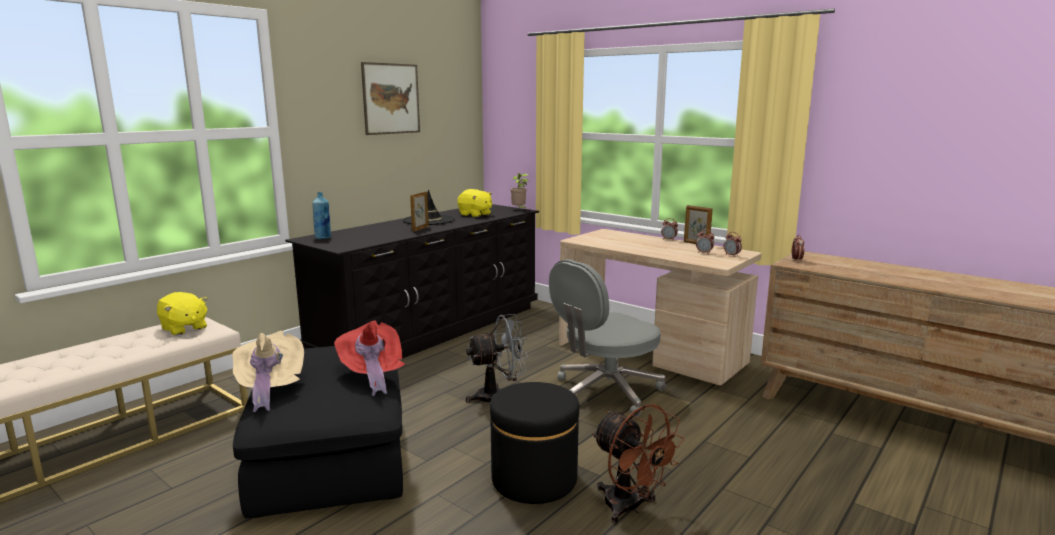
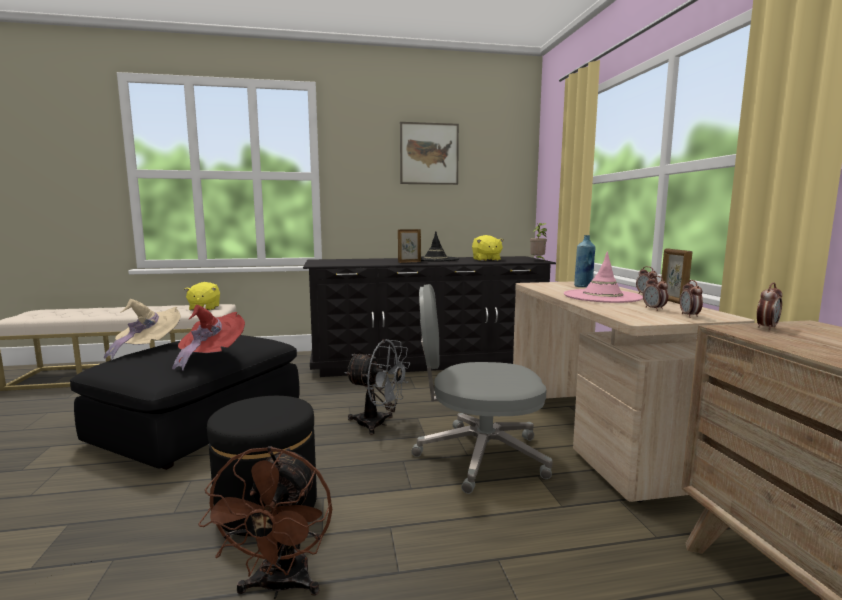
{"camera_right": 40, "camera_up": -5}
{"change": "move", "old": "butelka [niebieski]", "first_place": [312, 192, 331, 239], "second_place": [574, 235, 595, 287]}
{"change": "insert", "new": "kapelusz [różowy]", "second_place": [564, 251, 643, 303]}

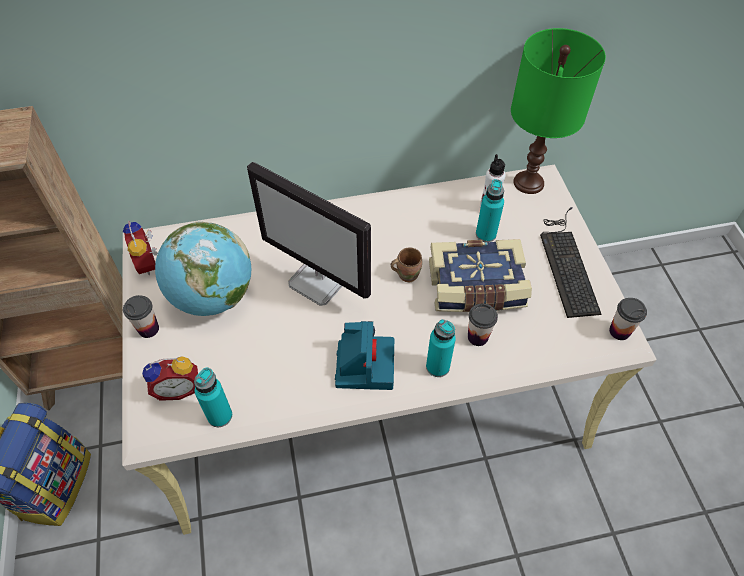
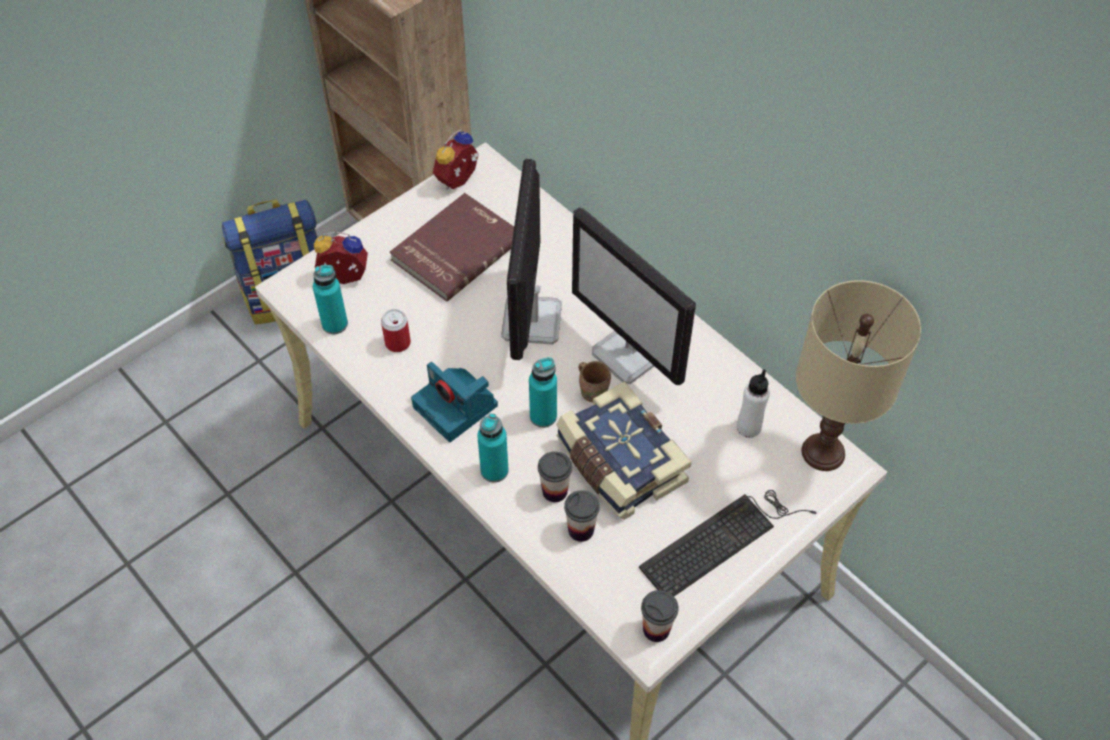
{"camera_right": 60, "camera_up": 0}
{"change": "move", "old": "filiżanka", "first_place": [123, 295, 159, 338], "second_place": [564, 490, 600, 542]}
{"change": "rotate", "old": "budzik", "first_place": [142, 356, 198, 401], "second_place": [314, 232, 368, 284], "degrees": 135}
{"change": "replace", "old": "globus", "new": "książka [czerwony]", "first_place": [155, 221, 251, 316], "second_place": [389, 193, 514, 302]}
{"change": "rotate", "old": "aparat fotograficzny", "first_place": [335, 321, 394, 390], "second_place": [411, 362, 498, 442], "degrees": 75}
{"change": "move", "old": "butelka [turkusowy]", "first_place": [476, 179, 504, 242], "second_place": [529, 357, 557, 428]}
{"change": "recolor", "old": "lampa stołowa [zielony]", "new": "lampa stołowa [beżowy]", "first_place": [511, 28, 606, 194], "second_place": [796, 280, 921, 471]}
{"change": "insert", "new": "puszka", "second_place": [381, 309, 411, 352]}
{"change": "insert", "new": "monitor", "second_place": [572, 208, 696, 385]}

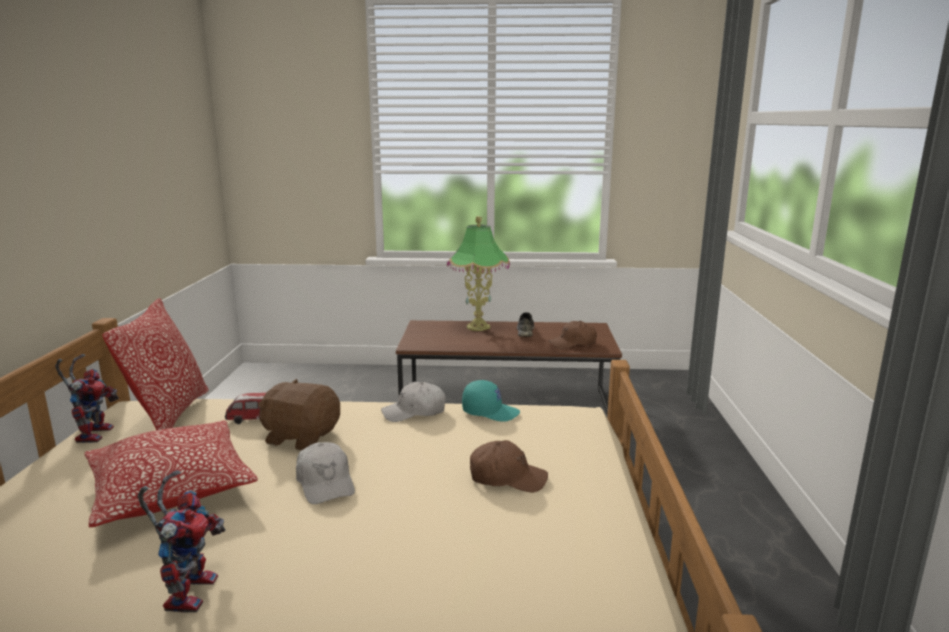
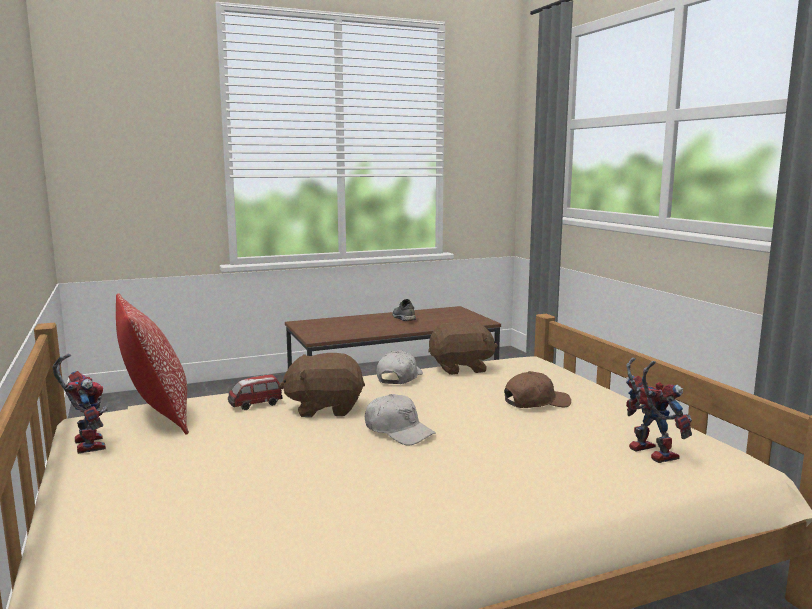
{"camera_right": -25, "camera_up": -5}
{"change": "delete", "old": "poduszka", "first_place": [85, 420, 258, 527]}
{"change": "move", "old": "robot zabawkowy", "first_place": [137, 470, 226, 613], "second_place": [626, 357, 692, 463]}
{"change": "rotate", "old": "czapka z daszkiem [biały]", "first_place": [381, 382, 446, 422], "second_place": [376, 350, 423, 384], "degrees": 150}
{"change": "delete", "old": "lampa stołowa", "first_place": [447, 216, 510, 331]}
{"change": "replace", "old": "czapka z daszkiem [turkusowy]", "new": "pluszak [brązowy]", "first_place": [462, 380, 520, 422], "second_place": [428, 322, 498, 375]}
{"change": "delete", "old": "czapka z daszkiem [brązowy]", "first_place": [548, 321, 597, 349]}

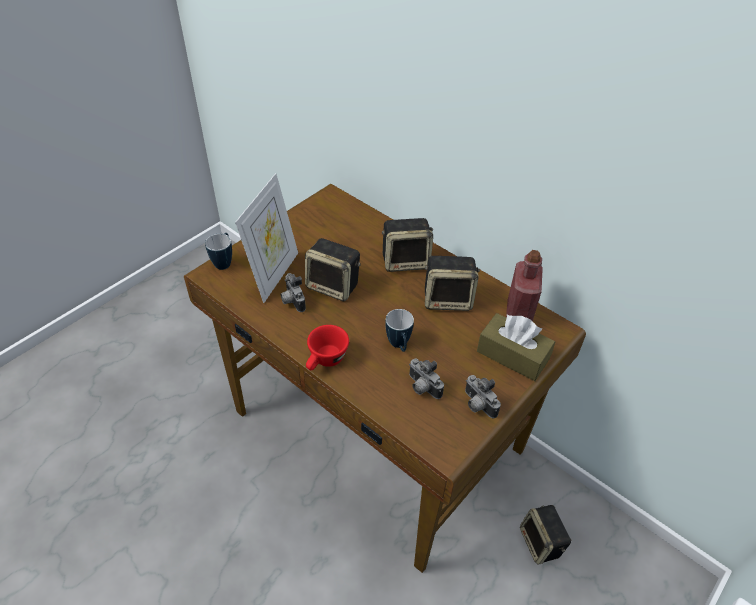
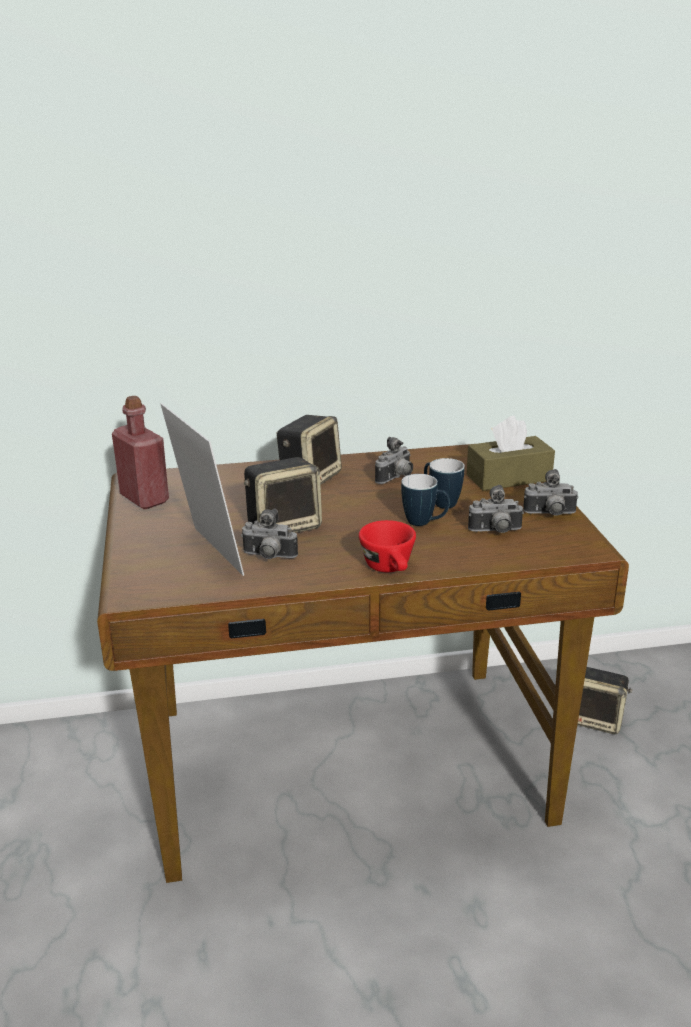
{"camera_right": -50, "camera_up": -20}
{"change": "move", "old": "kubek", "first_place": [205, 233, 232, 270], "second_place": [424, 458, 465, 509]}
{"change": "replace", "old": "głośnik", "new": "aparat fotograficzny", "first_place": [425, 256, 480, 311], "second_place": [375, 437, 413, 484]}
{"change": "move", "old": "butelka [czerwony]", "first_place": [506, 250, 543, 321], "second_place": [112, 396, 169, 509]}

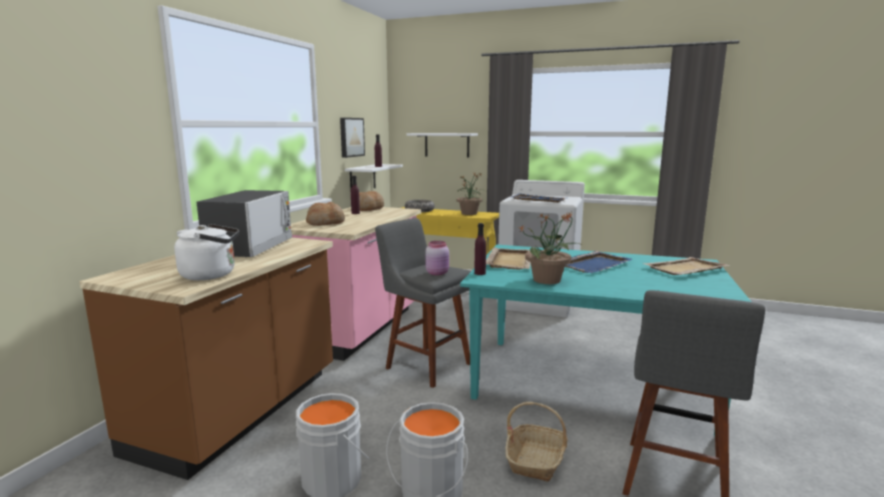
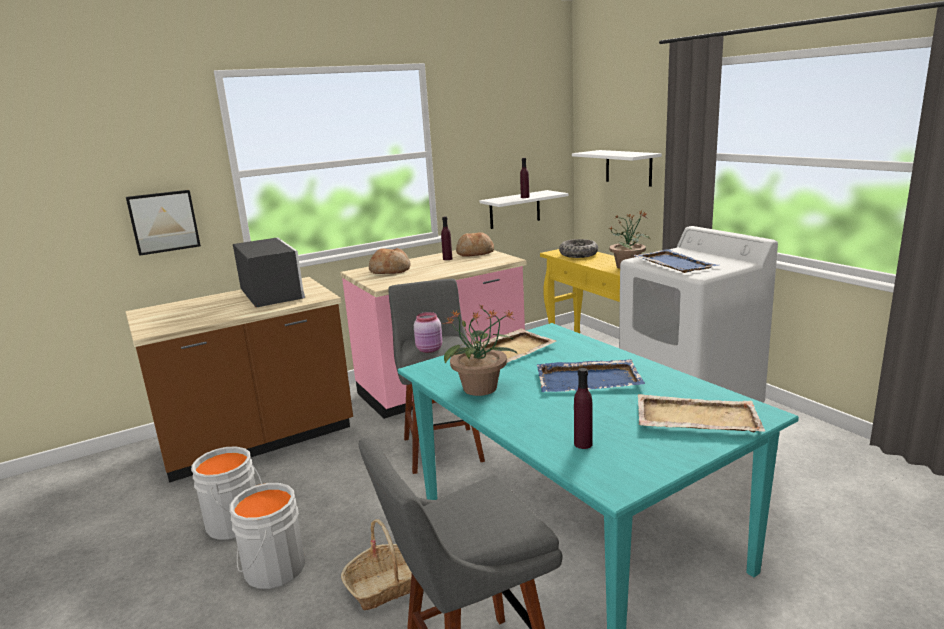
{"camera_right": 40, "camera_up": 5}
{"change": "delete", "old": "czajnik [biały]", "first_place": [174, 224, 239, 280]}
{"change": "rotate", "old": "mikrofalówka", "first_place": [197, 190, 292, 257], "second_place": [233, 237, 305, 307], "degrees": -75}
{"change": "move", "old": "obraz", "first_place": [340, 118, 365, 158], "second_place": [126, 190, 201, 256]}
{"change": "move", "old": "butelka [fioletowy]", "first_place": [474, 223, 486, 275], "second_place": [574, 368, 593, 449]}

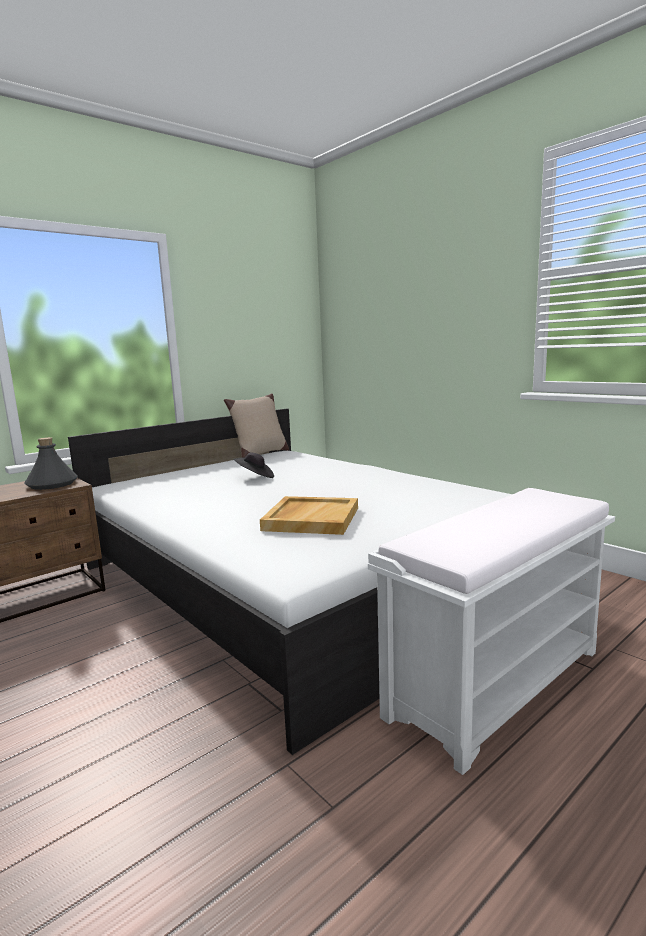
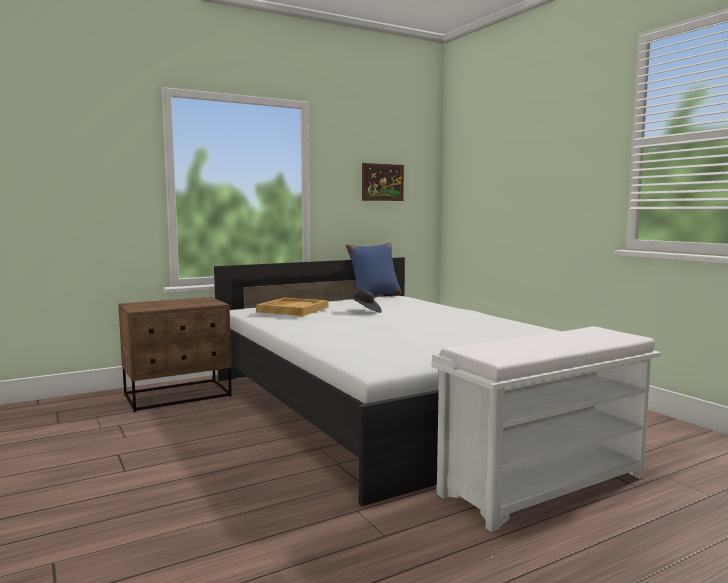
{"camera_right": 10, "camera_up": -5}
{"change": "delete", "old": "butelka [szary]", "first_place": [24, 437, 78, 490]}
{"change": "recolor", "old": "poduszka [beżowy]", "new": "poduszka [niebieski]", "first_place": [224, 393, 289, 458], "second_place": [346, 243, 402, 296]}
{"change": "move", "old": "taca [beżowy]", "first_place": [260, 496, 358, 535], "second_place": [256, 298, 328, 316]}
{"change": "insert", "new": "obraz", "second_place": [362, 163, 404, 201]}

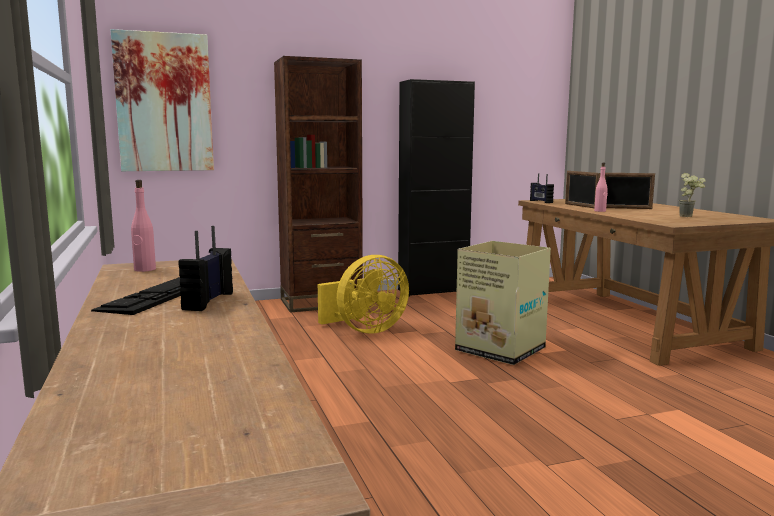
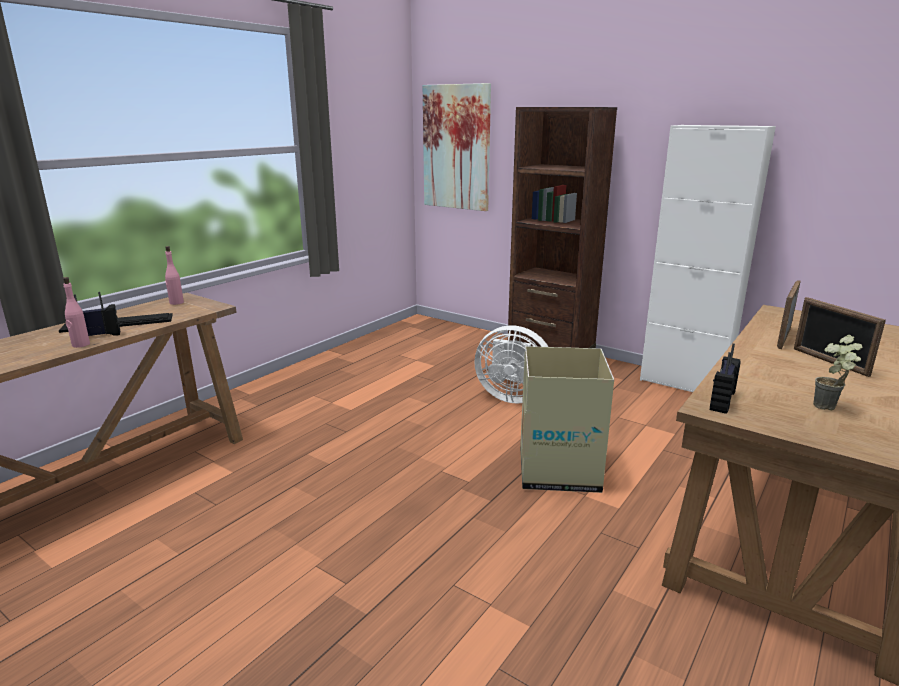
{"camera_right": 55, "camera_up": 10}
{"change": "recolor", "old": "wentylator [żółty]", "new": "wentylator [biały]", "first_place": [318, 255, 409, 334], "second_place": [475, 325, 548, 404]}
{"change": "recolor", "old": "szafka [czarny]", "new": "szafka [biały]", "first_place": [398, 79, 475, 297], "second_place": [640, 125, 776, 392]}
{"change": "move", "old": "radio", "first_place": [530, 173, 554, 203], "second_place": [710, 343, 740, 414]}
{"change": "move", "old": "butelka [różowy]", "first_place": [594, 163, 608, 212], "second_place": [63, 277, 90, 348]}

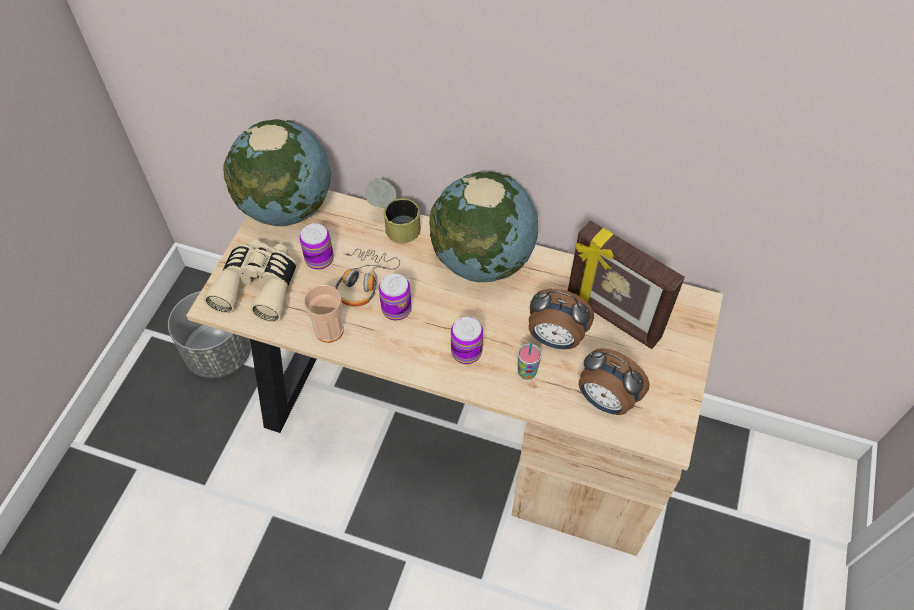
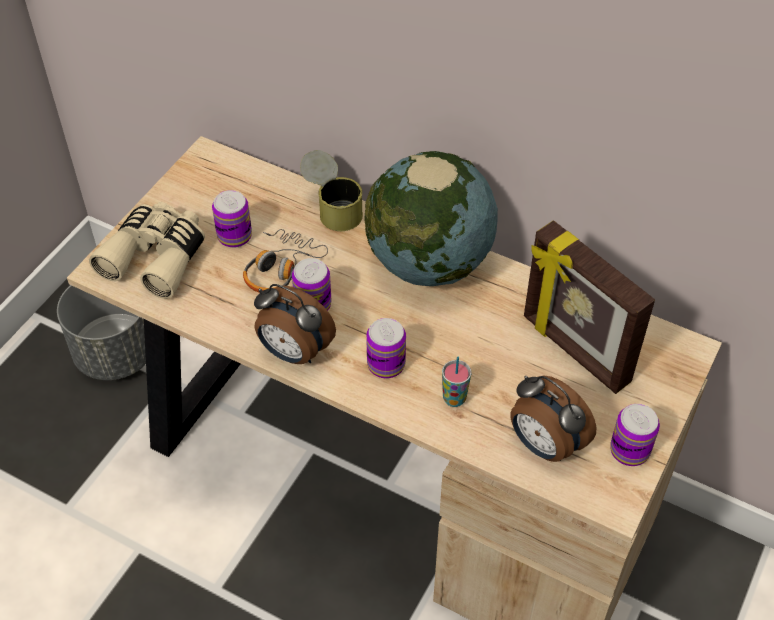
{"camera_right": 10, "camera_up": -5}
{"change": "delete", "old": "globus", "first_place": [223, 119, 331, 226]}
{"change": "delete", "old": "filiżanka", "first_place": [304, 285, 344, 343]}
{"change": "move", "old": "budzik", "first_place": [529, 289, 594, 349], "second_place": [254, 284, 336, 364]}
{"change": "insert", "new": "puszka", "second_place": [610, 404, 660, 466]}

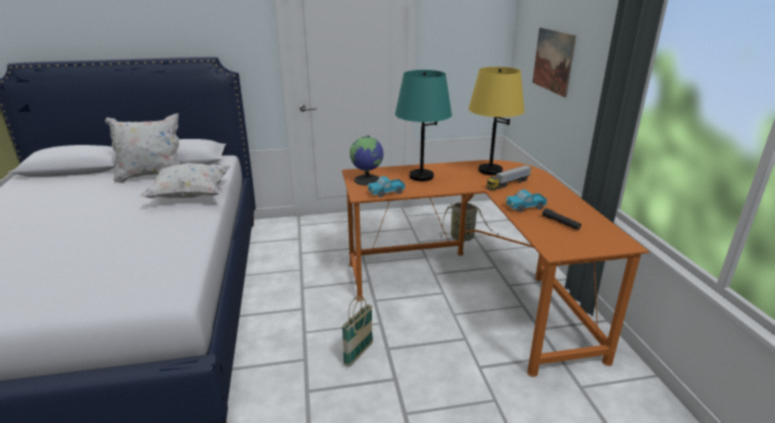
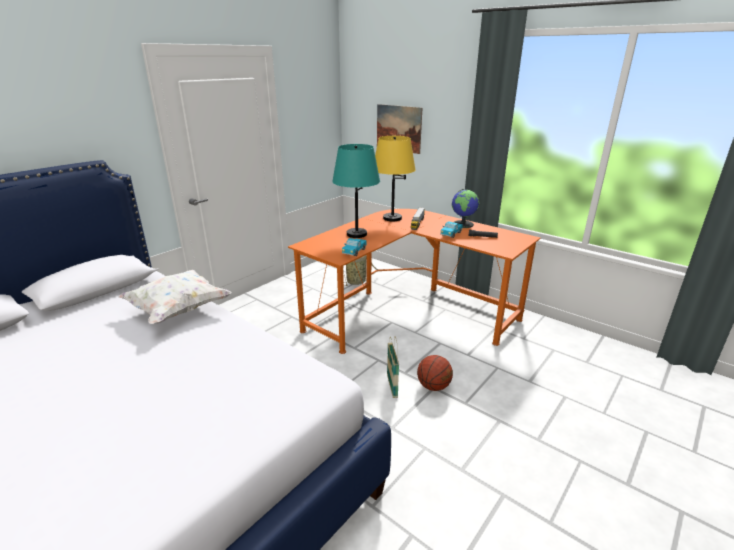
{"camera_right": -40, "camera_up": 0}
{"change": "delete", "old": "poduszka [biały]", "first_place": [105, 113, 180, 183]}
{"change": "move", "old": "globus", "first_place": [350, 135, 383, 186], "second_place": [452, 189, 479, 228]}
{"change": "insert", "new": "piłka do koszykówki", "second_place": [417, 355, 453, 391]}

